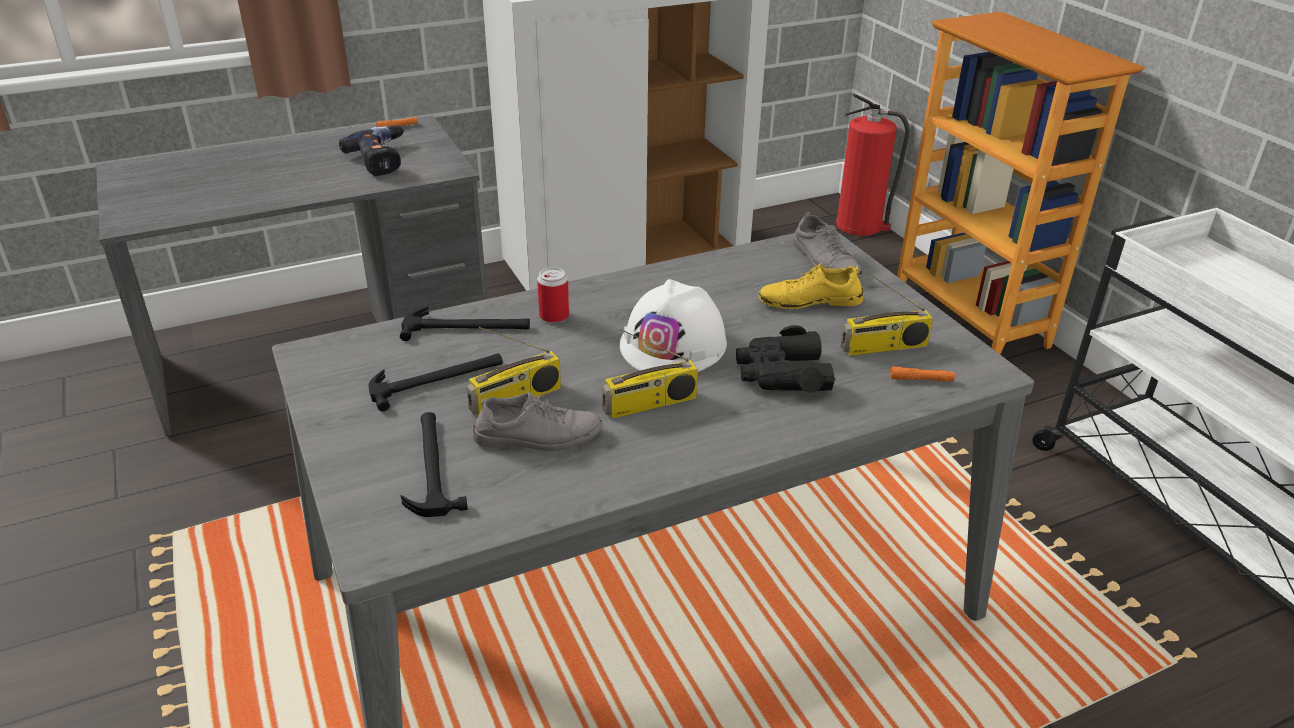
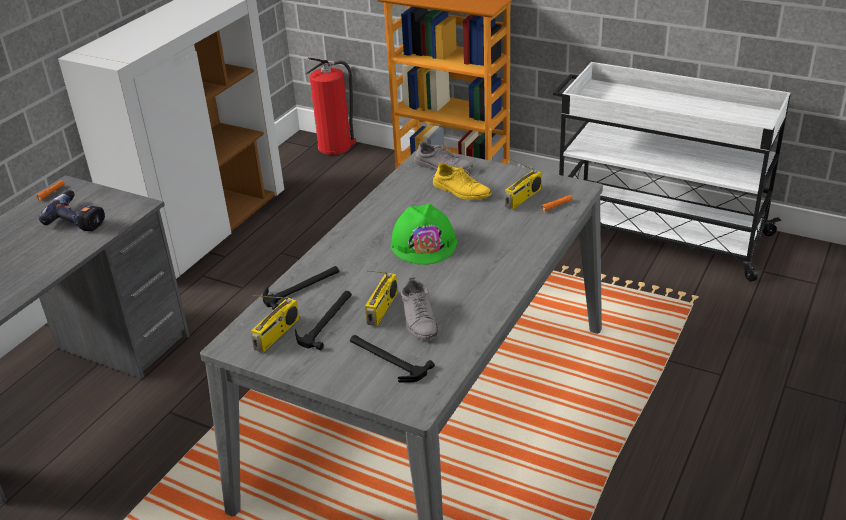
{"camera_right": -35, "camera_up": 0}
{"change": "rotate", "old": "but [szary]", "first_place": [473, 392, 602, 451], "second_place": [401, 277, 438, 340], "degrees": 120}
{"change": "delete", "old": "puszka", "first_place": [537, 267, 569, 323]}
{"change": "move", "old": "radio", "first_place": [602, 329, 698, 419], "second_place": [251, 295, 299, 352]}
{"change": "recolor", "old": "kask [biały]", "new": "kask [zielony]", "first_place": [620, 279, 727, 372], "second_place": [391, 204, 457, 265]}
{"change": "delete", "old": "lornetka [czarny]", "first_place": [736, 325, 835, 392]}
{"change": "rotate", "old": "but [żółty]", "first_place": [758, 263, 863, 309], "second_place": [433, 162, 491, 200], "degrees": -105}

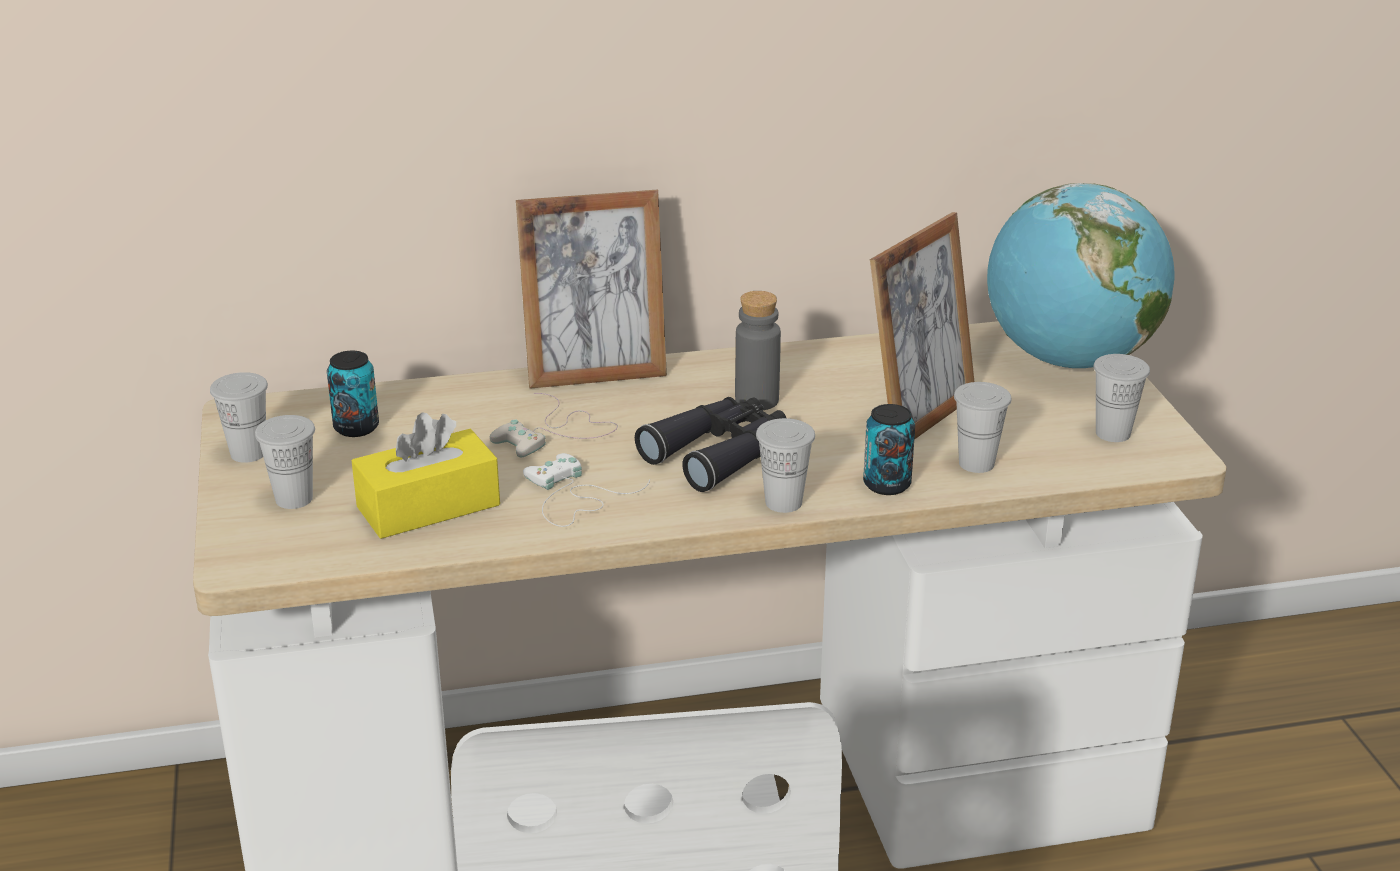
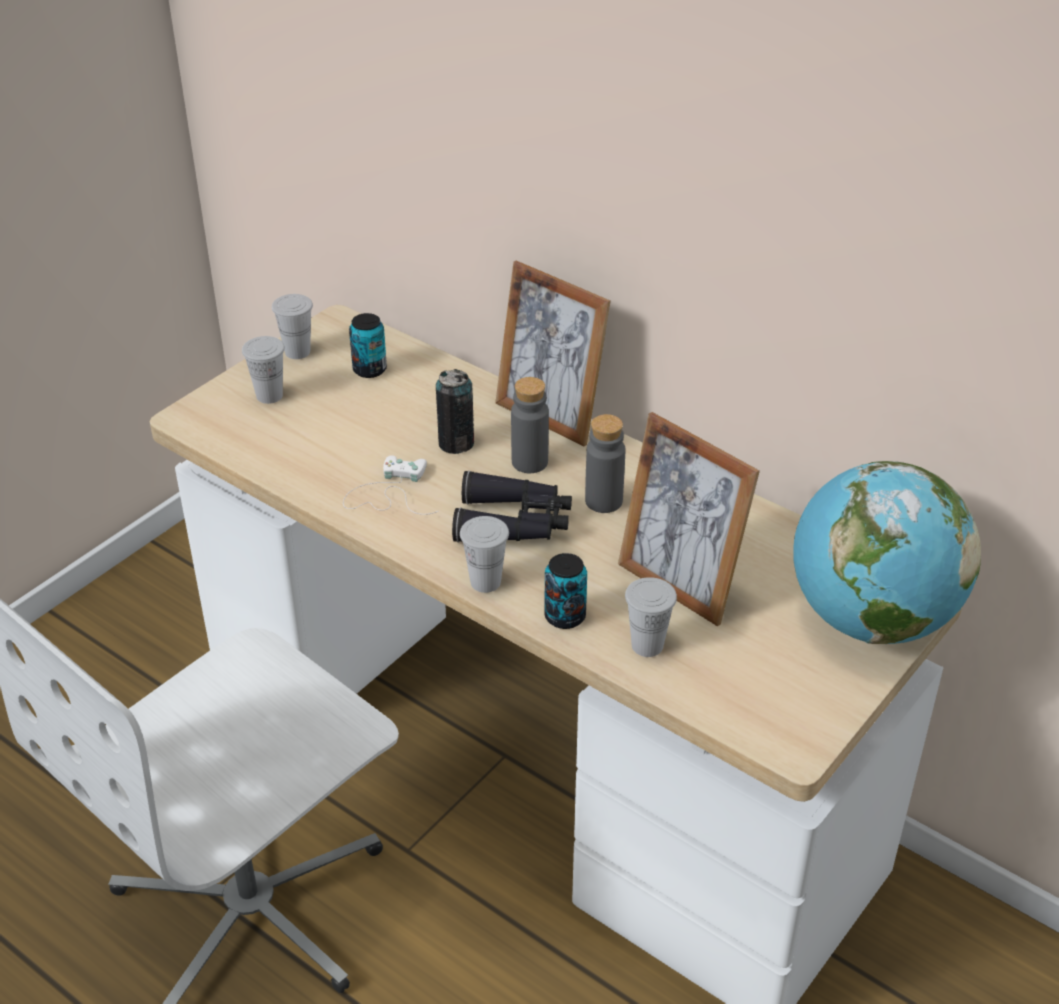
{"camera_right": 50, "camera_up": 10}
{"change": "delete", "old": "pudełko chusteczek [żółty]", "first_place": [352, 413, 500, 539]}
{"change": "replace", "old": "pad do gier [biały]", "new": "puszka", "first_place": [490, 393, 618, 458], "second_place": [436, 369, 474, 454]}
{"change": "rotate", "old": "ramka na zdjęcie", "first_place": [870, 212, 975, 440], "second_place": [618, 412, 760, 626], "degrees": 45}
{"change": "delete", "old": "filiżanka [biały]", "first_place": [1093, 354, 1150, 442]}
{"change": "insert", "new": "butelka [szary]", "second_place": [511, 377, 549, 473]}

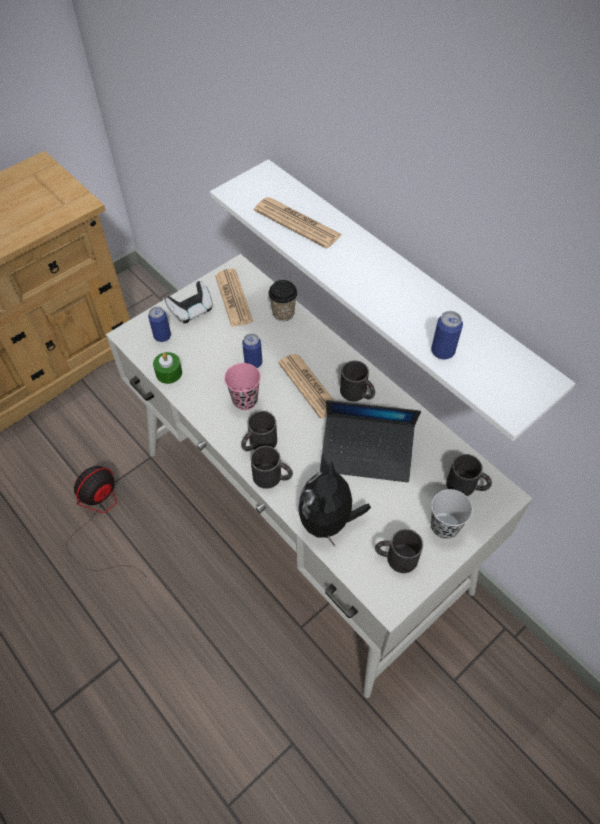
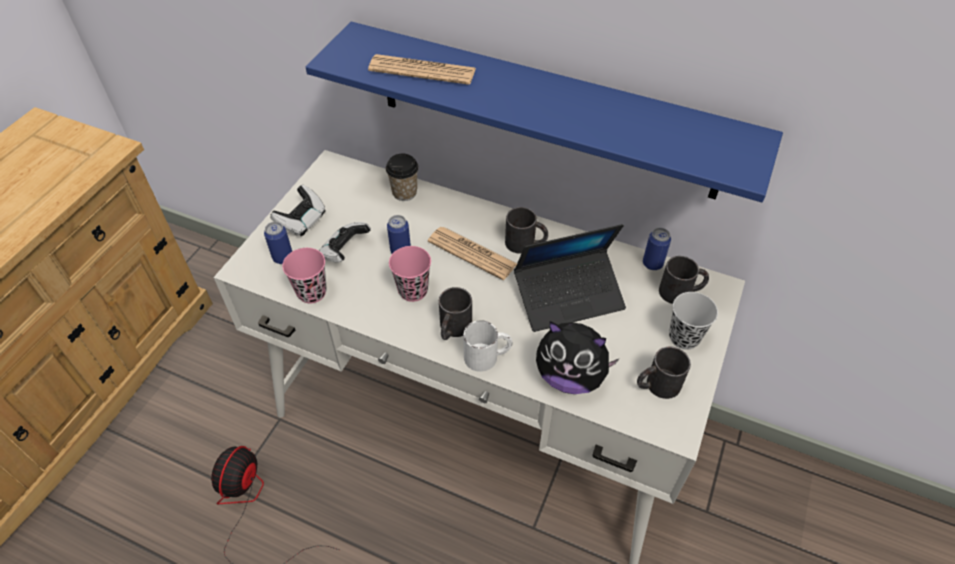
{"camera_right": -25, "camera_up": -5}
{"change": "replace", "old": "świeca [zielony]", "new": "filiżanka [różowy]", "first_place": [153, 352, 182, 384], "second_place": [282, 248, 327, 303]}
{"change": "recolor", "old": "półka [biały]", "new": "półka [niebieski]", "first_place": [210, 159, 575, 441], "second_place": [306, 22, 783, 202]}
{"change": "delete", "old": "gazeta", "first_place": [215, 268, 253, 327]}
{"change": "recolor", "old": "kubek [czarny]", "new": "kubek [biały]", "first_place": [251, 446, 293, 489], "second_place": [463, 320, 512, 372]}
{"change": "rotate", "old": "pluszak", "first_place": [298, 461, 371, 547], "second_place": [536, 321, 619, 394], "degrees": -60}
{"change": "move", "old": "puszka", "first_place": [431, 311, 463, 360], "second_place": [643, 228, 671, 270]}
{"change": "insert", "new": "pad do gier", "second_place": [319, 222, 371, 262]}

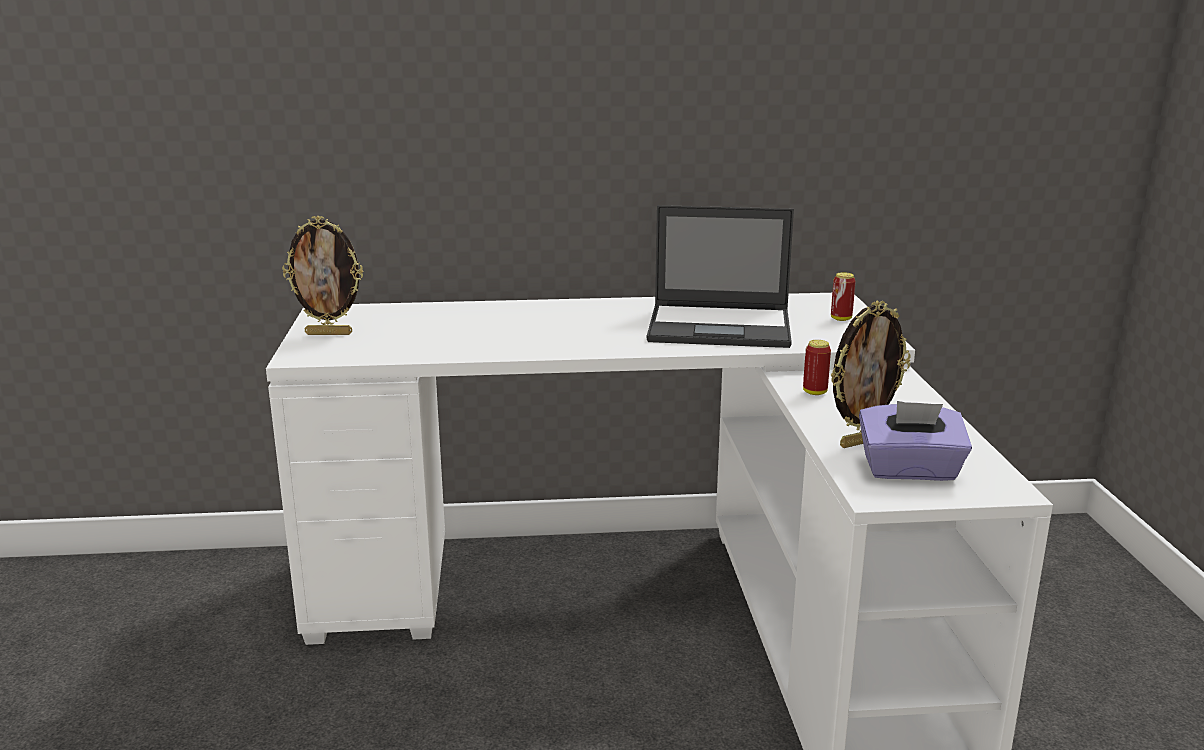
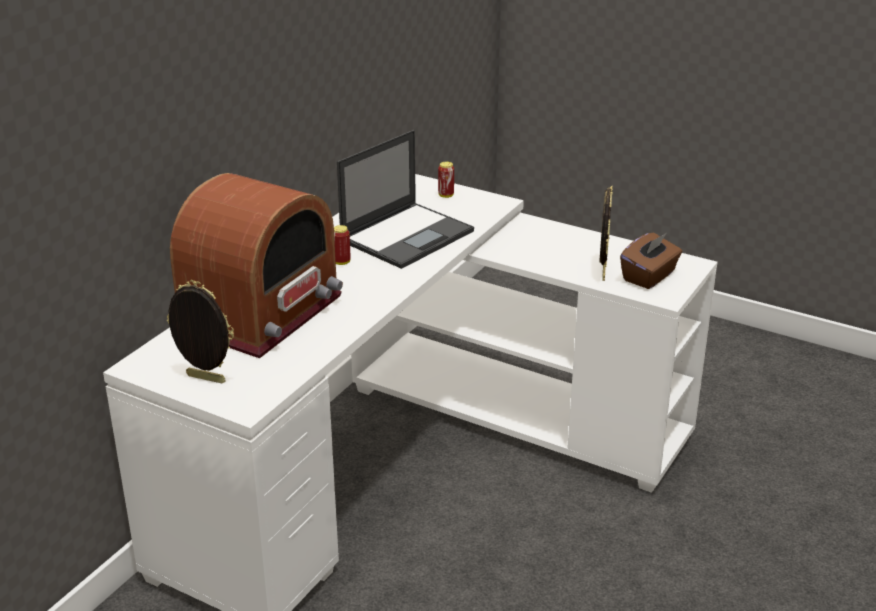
{"camera_right": -55, "camera_up": 10}
{"change": "rotate", "old": "ramka na zdjęcie", "first_place": [282, 216, 363, 335], "second_place": [167, 280, 234, 384], "degrees": -105}
{"change": "move", "old": "puszka", "first_place": [803, 340, 831, 395], "second_place": [334, 225, 351, 265]}
{"change": "recolor", "old": "pudełko chusteczek [fioletowy]", "new": "pudełko chusteczek [brązowy]", "first_place": [859, 401, 972, 481], "second_place": [620, 233, 682, 289]}
{"change": "insert", "new": "radio", "second_place": [170, 173, 343, 358]}

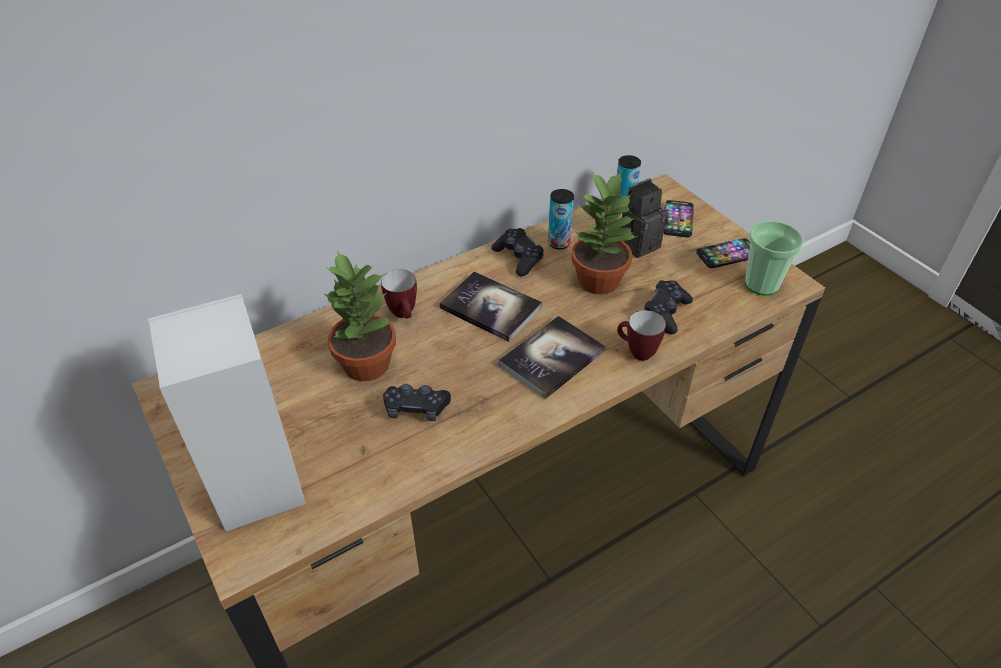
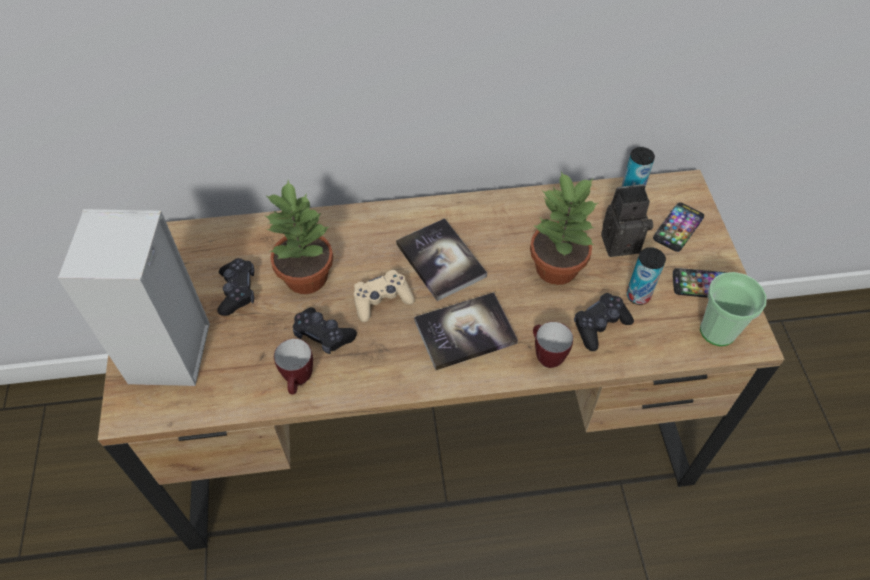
{"camera_right": 25, "camera_up": 10}
{"change": "move", "old": "kubek", "first_place": [381, 269, 417, 318], "second_place": [274, 339, 313, 394]}
{"change": "move", "old": "pad do gier [czarny]", "first_place": [491, 228, 544, 277], "second_place": [217, 258, 254, 316]}
{"change": "move", "old": "puszka", "first_place": [548, 189, 574, 249], "second_place": [627, 247, 666, 305]}
{"change": "insert", "new": "pad do gier [beżowy]", "second_place": [354, 270, 415, 322]}

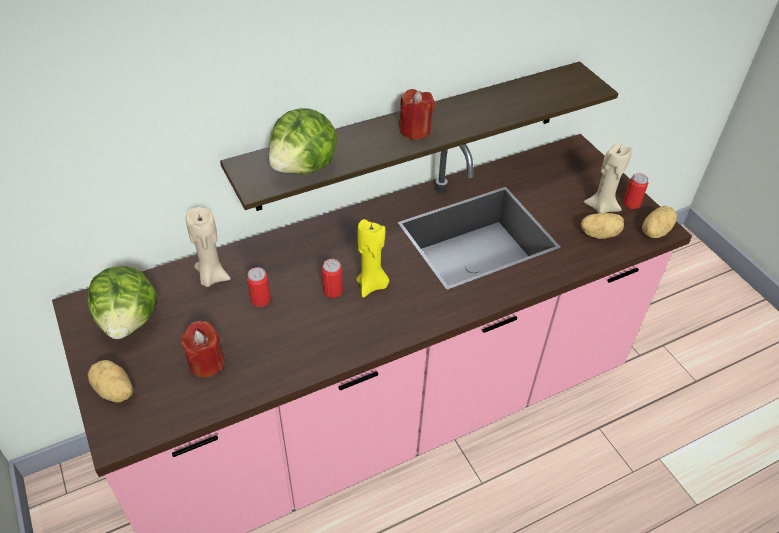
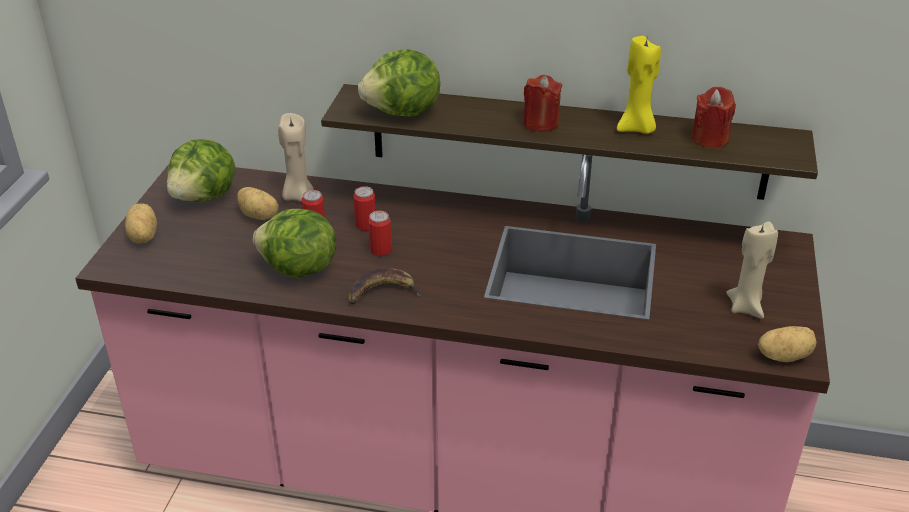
{"camera_right": 40, "camera_up": -10}
{"change": "move", "old": "świeca [czerwony]", "first_place": [181, 321, 224, 377], "second_place": [692, 87, 736, 148]}
{"change": "move", "old": "świeca [żółty]", "first_place": [356, 219, 389, 297], "second_place": [617, 36, 661, 134]}
{"change": "move", "old": "ziemniak", "first_place": [581, 213, 624, 239], "second_place": [237, 187, 279, 220]}
{"change": "move", "old": "puszka", "first_place": [623, 173, 648, 209], "second_place": [353, 186, 376, 231]}
{"change": "insert", "new": "sałata", "second_place": [253, 208, 336, 278]}
{"change": "insert", "new": "banan", "second_place": [348, 268, 421, 304]}

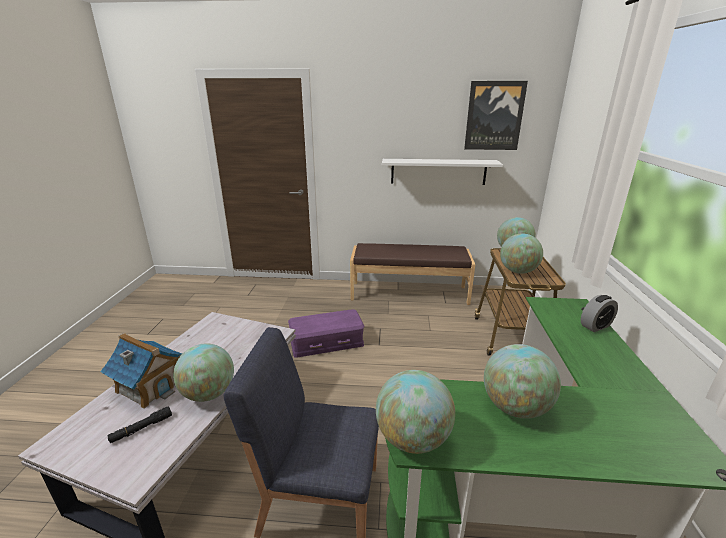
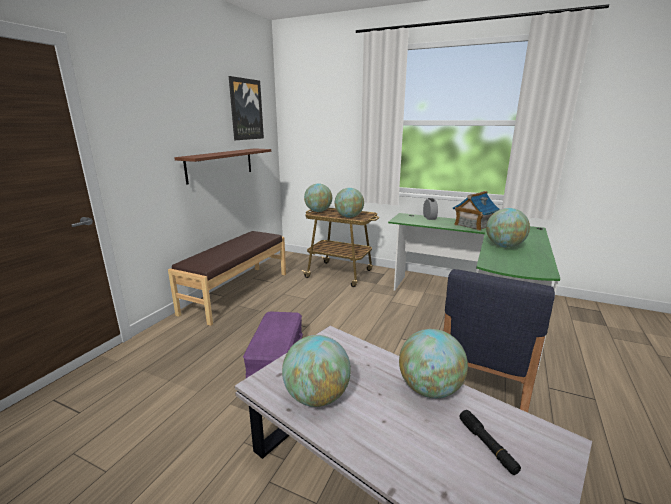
{"camera_right": -70, "camera_up": -5}
{"change": "move", "old": "domek", "first_place": [100, 333, 182, 409], "second_place": [453, 191, 499, 231]}
{"change": "move", "old": "globus", "first_place": [376, 370, 455, 454], "second_place": [282, 335, 351, 407]}
{"change": "recolor", "old": "półka [biały]", "new": "półka [brązowy]", "first_place": [382, 159, 503, 185], "second_place": [174, 148, 271, 185]}

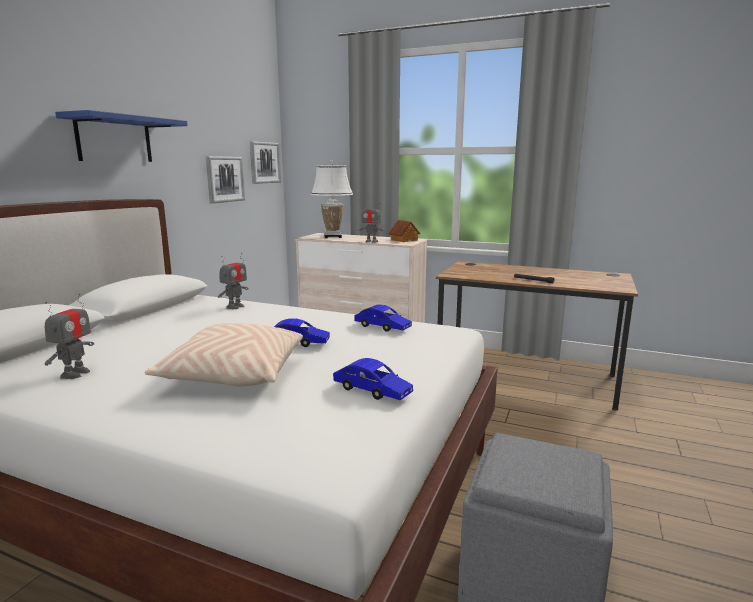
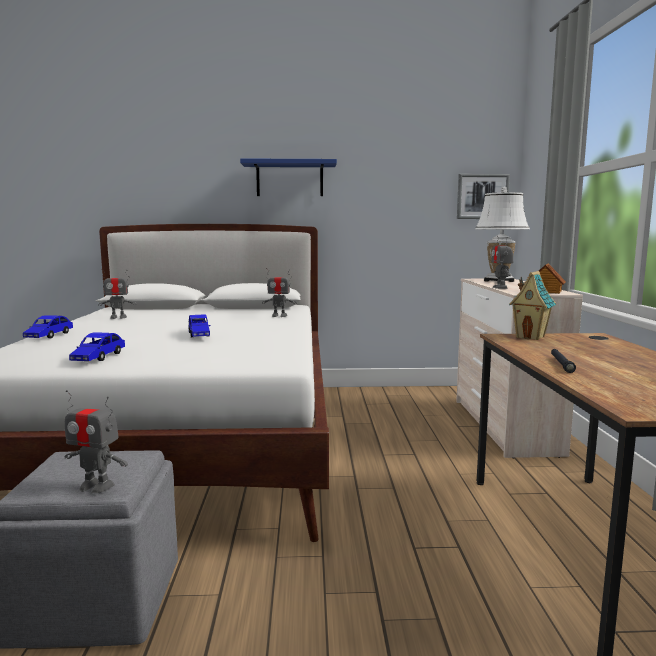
{"camera_right": 65, "camera_up": -5}
{"change": "delete", "old": "poduszka [beżowy]", "first_place": [144, 323, 303, 386]}
{"change": "delete", "old": "obraz", "first_place": [206, 156, 245, 203]}
{"change": "move", "old": "samochodzik [niebieski]", "first_place": [354, 304, 412, 332], "second_place": [23, 315, 73, 338]}
{"change": "insert", "new": "robot zabawkowy", "second_place": [64, 390, 128, 493]}
{"change": "insert", "new": "domek", "second_place": [509, 271, 556, 340]}

